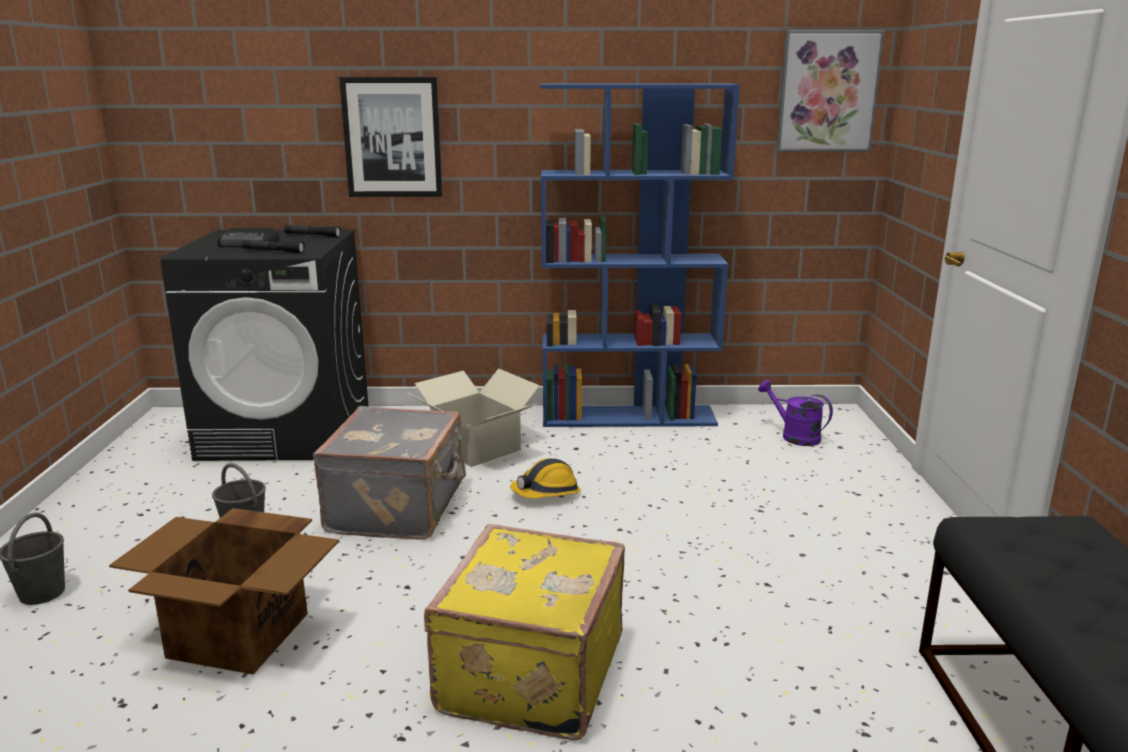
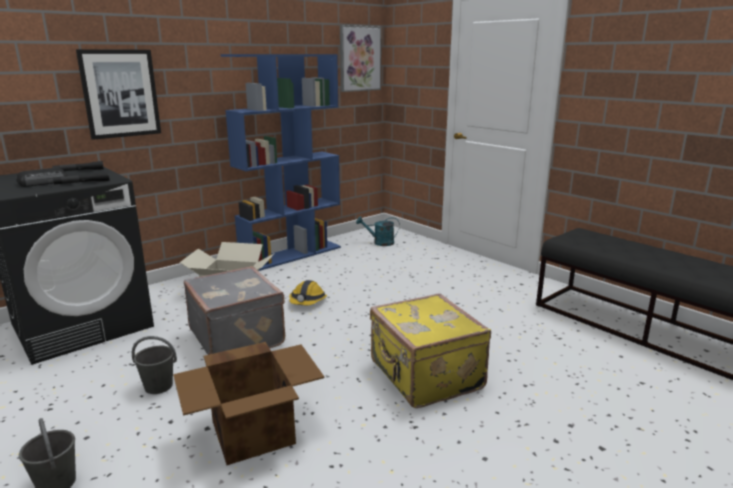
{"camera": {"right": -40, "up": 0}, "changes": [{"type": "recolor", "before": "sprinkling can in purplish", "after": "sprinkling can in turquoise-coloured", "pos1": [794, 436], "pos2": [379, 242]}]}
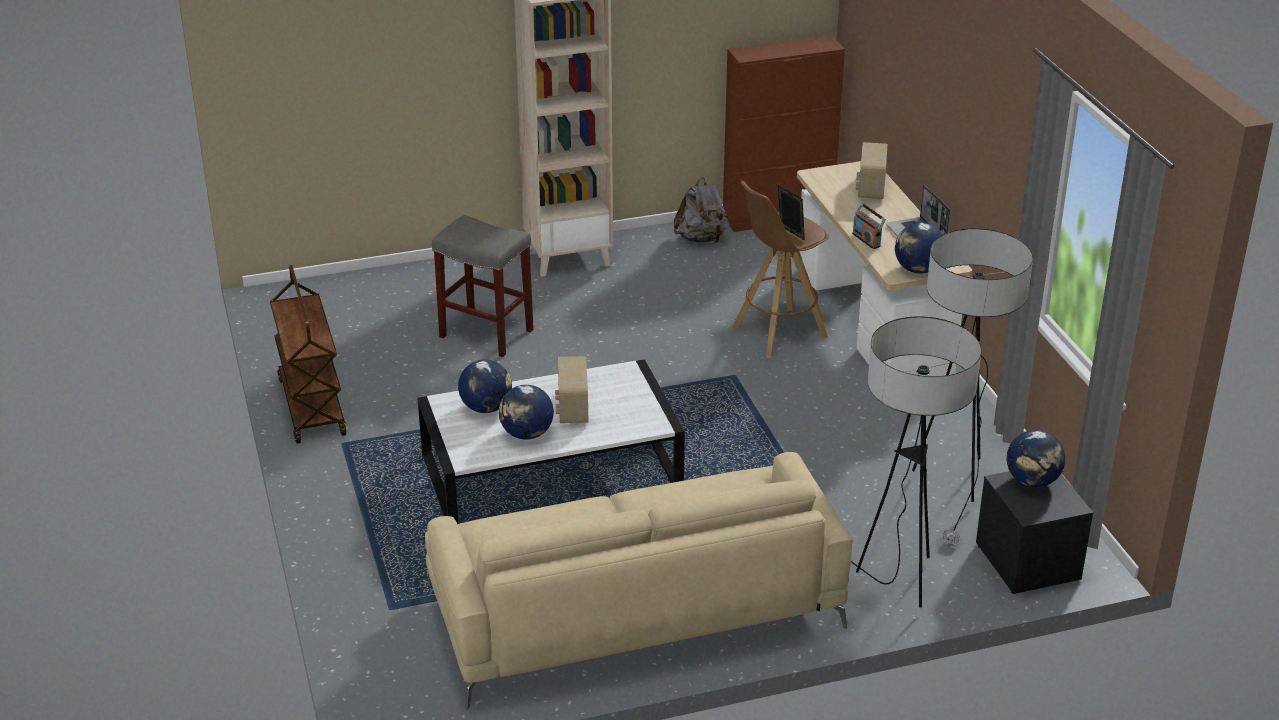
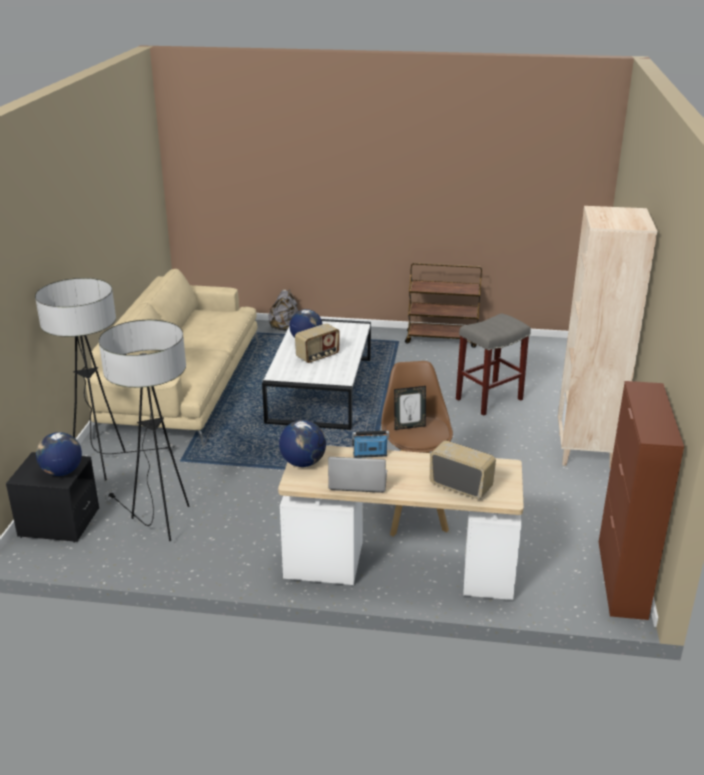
{"camera": {"right": 115, "up": -5}, "changes": [{"type": "delete", "before": "desk globe", "pos1": [486, 408]}, {"type": "move", "before": "knapsack in grey", "pos1": [701, 239], "pos2": [285, 329]}, {"type": "rotate", "before": "radio set", "pos1": [572, 409], "pos2": [318, 356], "turn": 120}]}
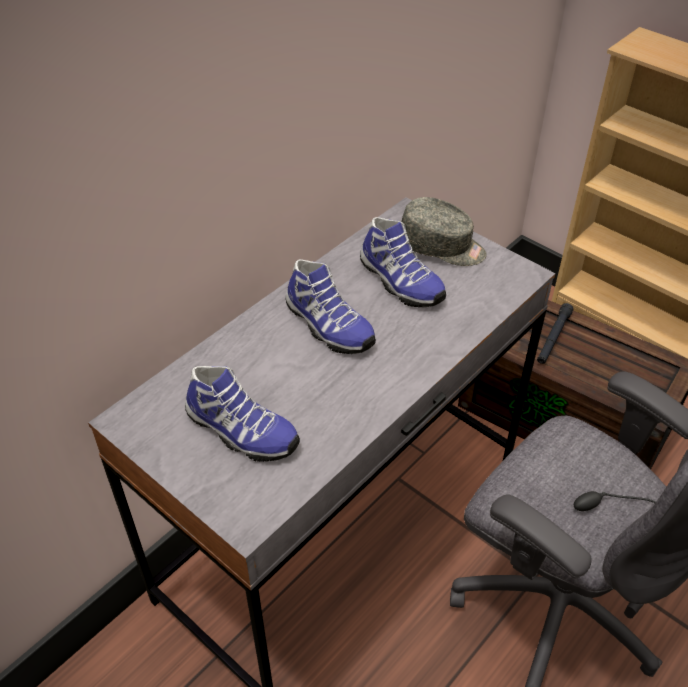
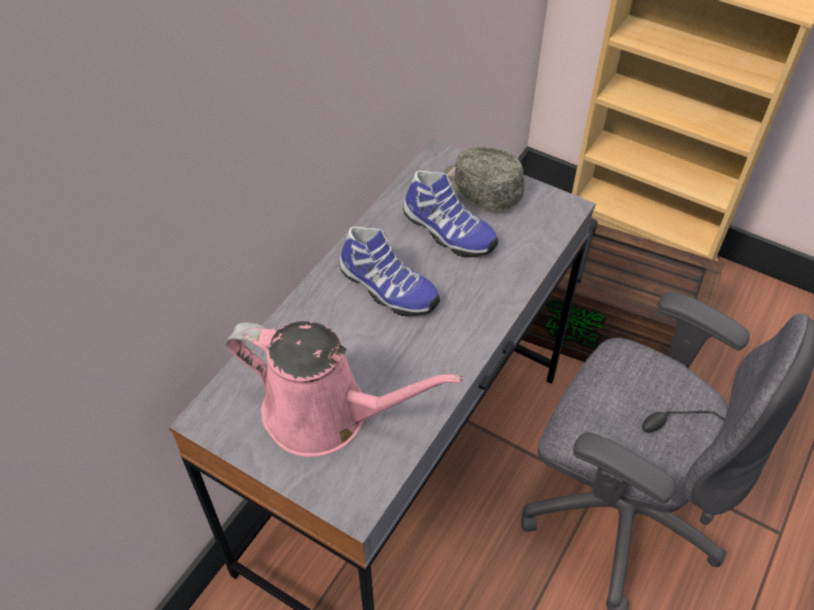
{"camera": {"right": -10, "up": 5}, "changes": [{"type": "replace", "before": "low shoe", "after": "sprinkling can in pink-coloured", "pos1": [239, 432], "pos2": [326, 414]}, {"type": "rotate", "before": "baseball cap in grey", "pos1": [442, 247], "pos2": [481, 189], "turn": -150}]}
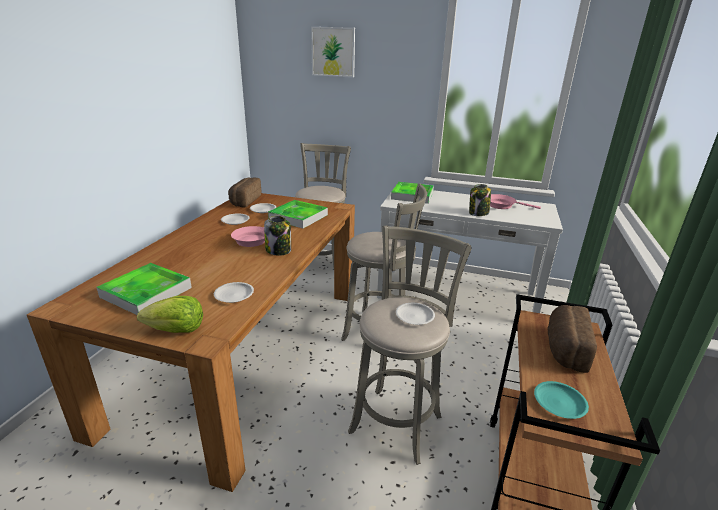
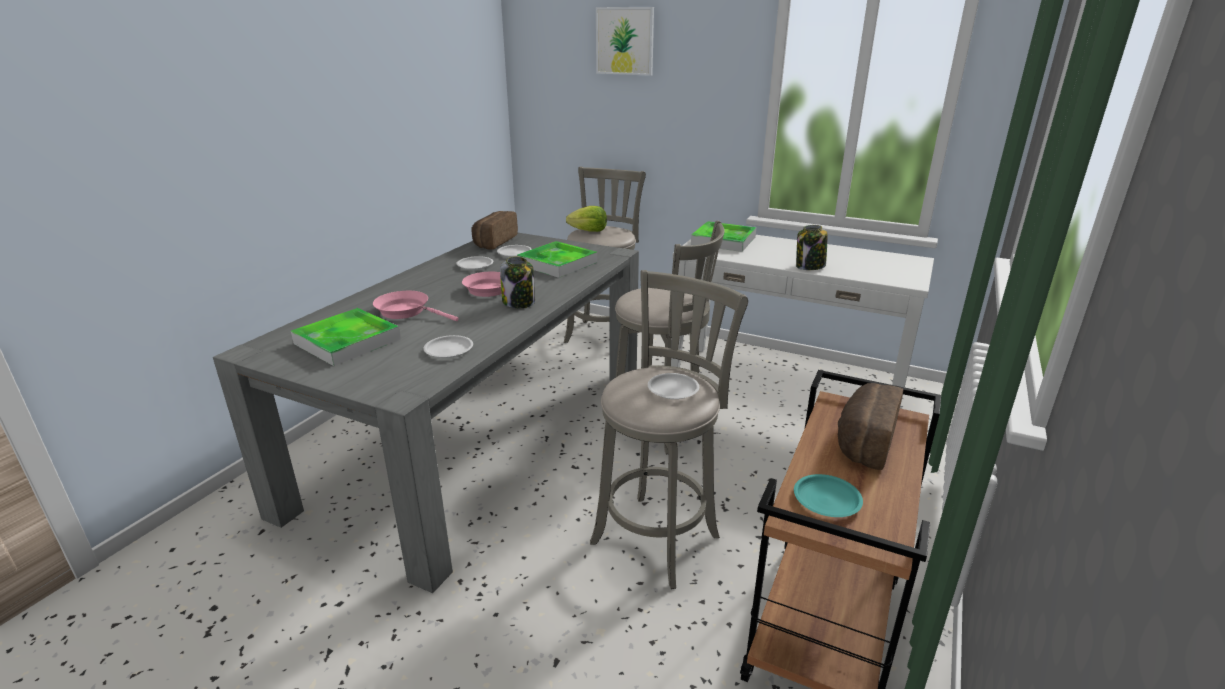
{"camera": {"right": 10, "up": 0}, "changes": [{"type": "move", "before": "lettuce head", "pos1": [176, 330], "pos2": [589, 231]}, {"type": "move", "before": "frying pan in pink-coloured", "pos1": [502, 205], "pos2": [407, 311]}, {"type": "recolor", "before": "dinner table in brown", "after": "dinner table in grey", "pos1": [245, 350], "pos2": [480, 436]}]}
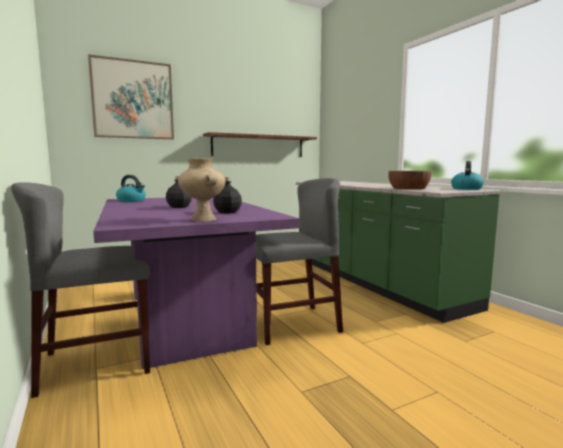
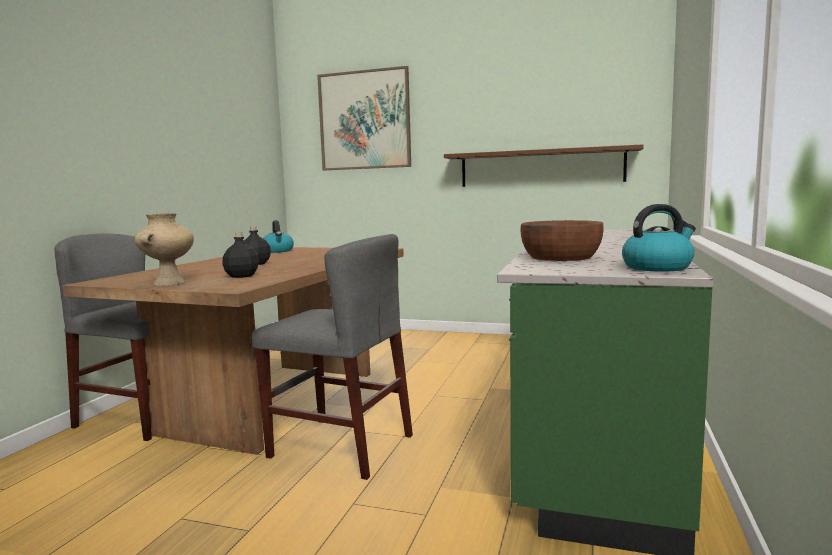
{"camera": {"right": 45, "up": 0}, "changes": [{"type": "recolor", "before": "dinner table in purplish", "after": "dinner table in brown", "pos1": [185, 318], "pos2": [274, 400]}]}
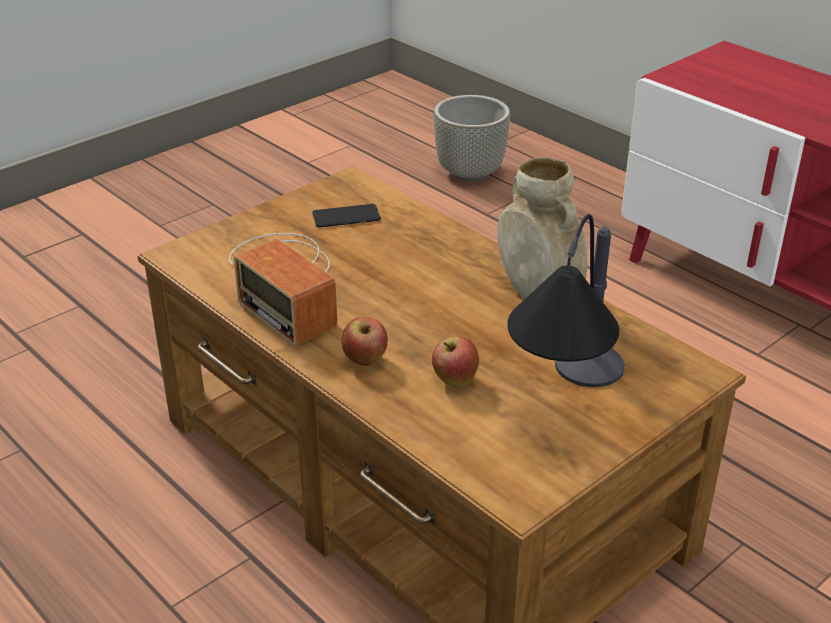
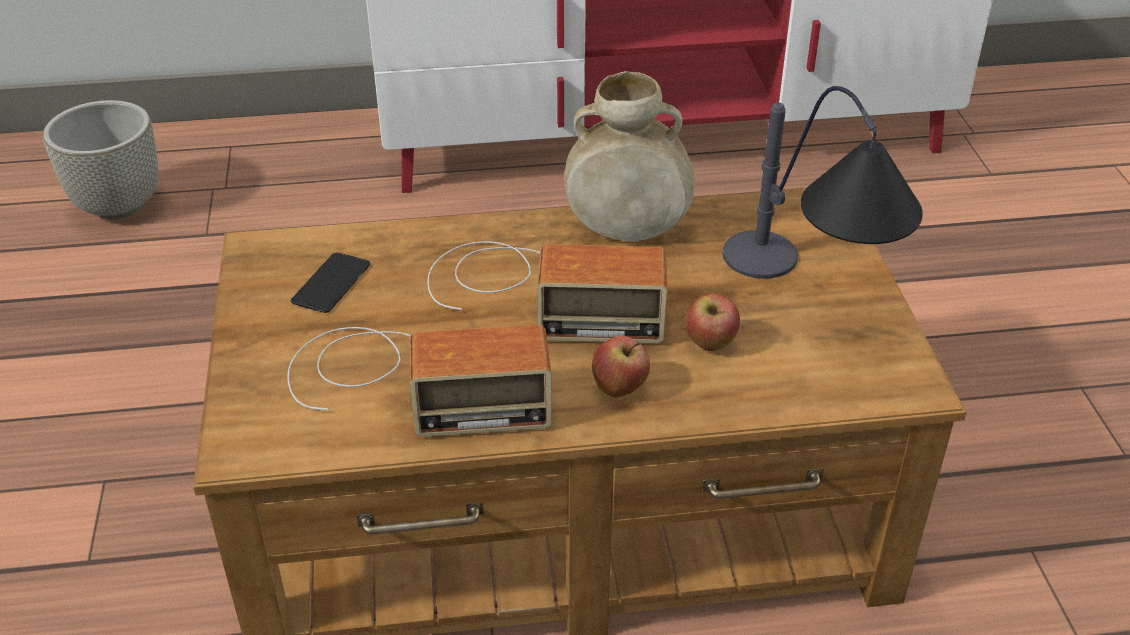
{"camera": {"right": -55, "up": 5}, "changes": [{"type": "insert", "after": "radio set", "pos2": [538, 293]}]}
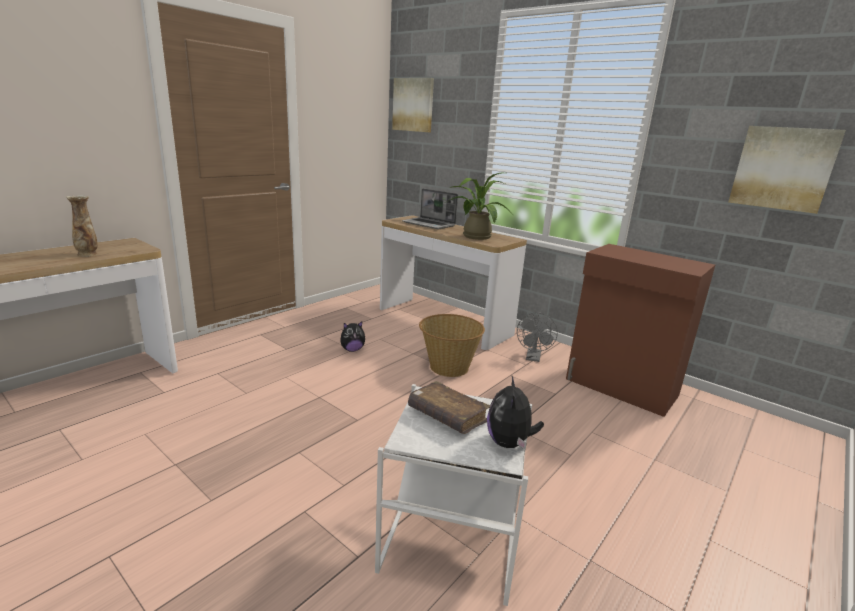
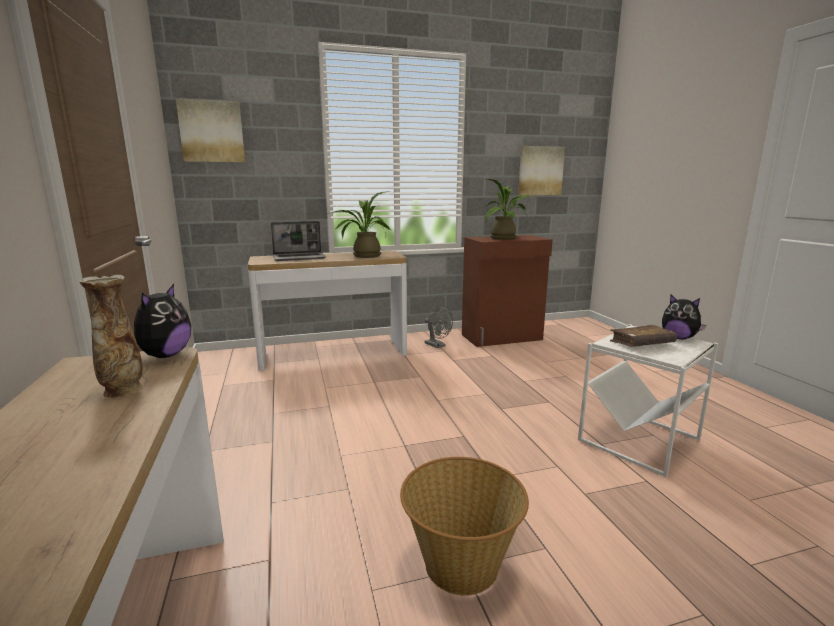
{"camera": {"right": -55, "up": -5}, "changes": [{"type": "insert", "after": "plant in a pot", "pos2": [506, 238]}, {"type": "move", "before": "cuddly toy", "pos1": [352, 350], "pos2": [164, 355]}, {"type": "move", "before": "household basket", "pos1": [448, 367], "pos2": [461, 565]}]}
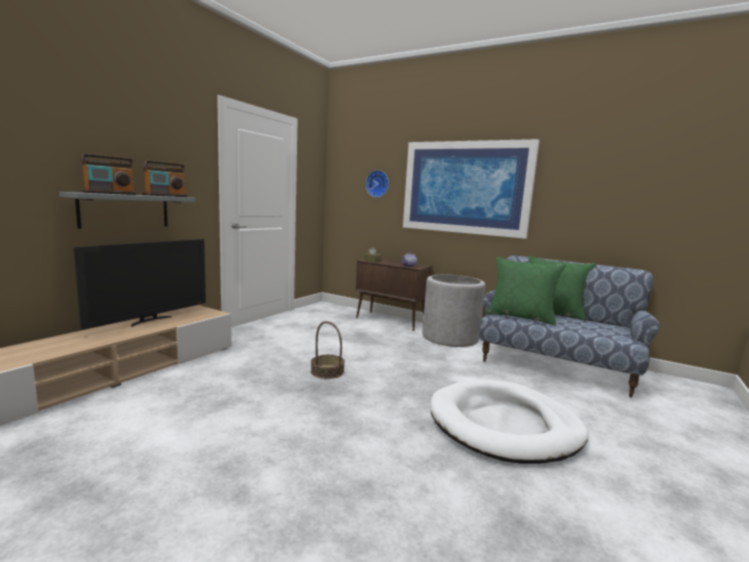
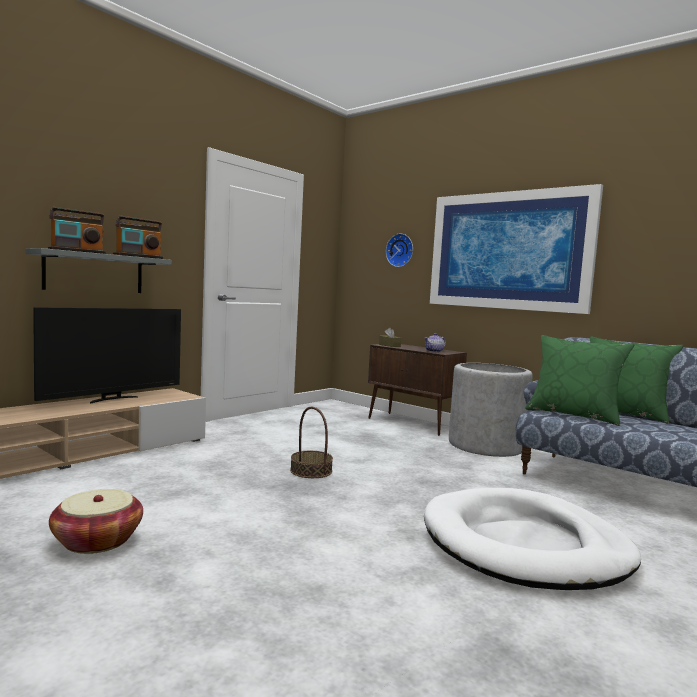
{"camera": {"right": 10, "up": -5}, "changes": [{"type": "insert", "after": "household basket", "pos2": [97, 540]}]}
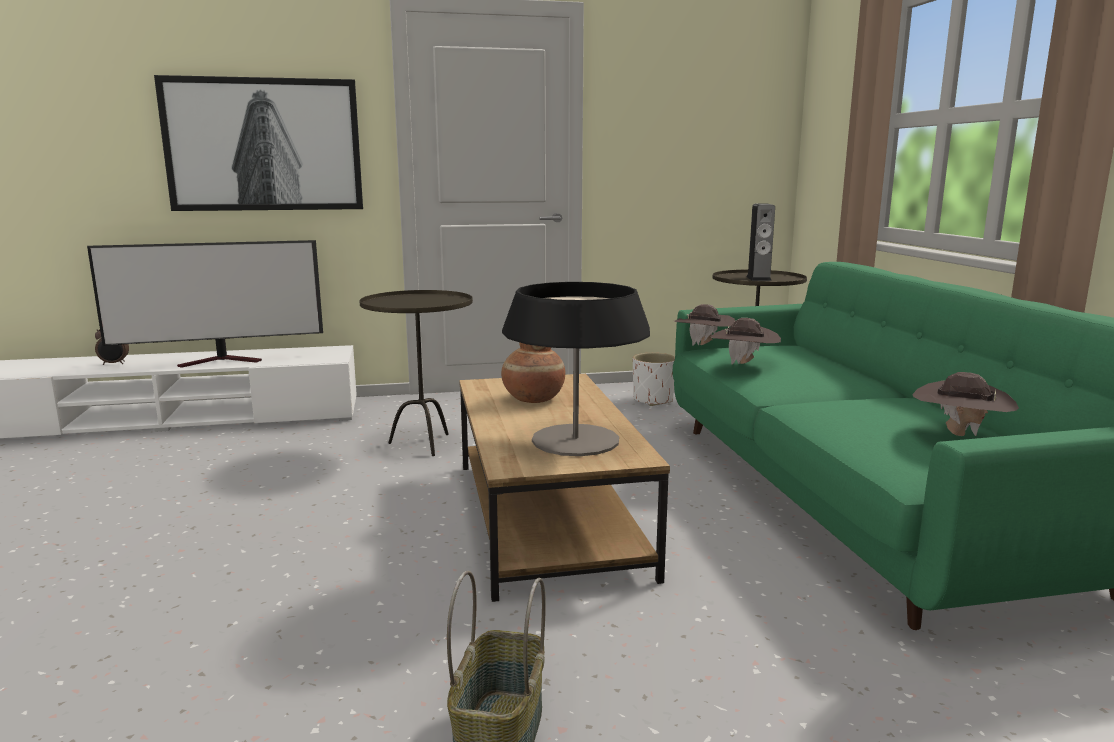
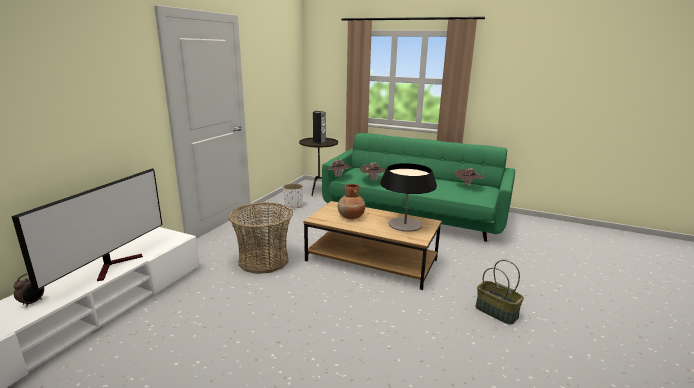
{"camera": {"right": -55, "up": 5}, "changes": [{"type": "delete", "before": "wall picture", "pos1": [263, 145]}, {"type": "replace", "before": "end table in brown", "after": "household basket", "pos1": [423, 444], "pos2": [263, 260]}]}
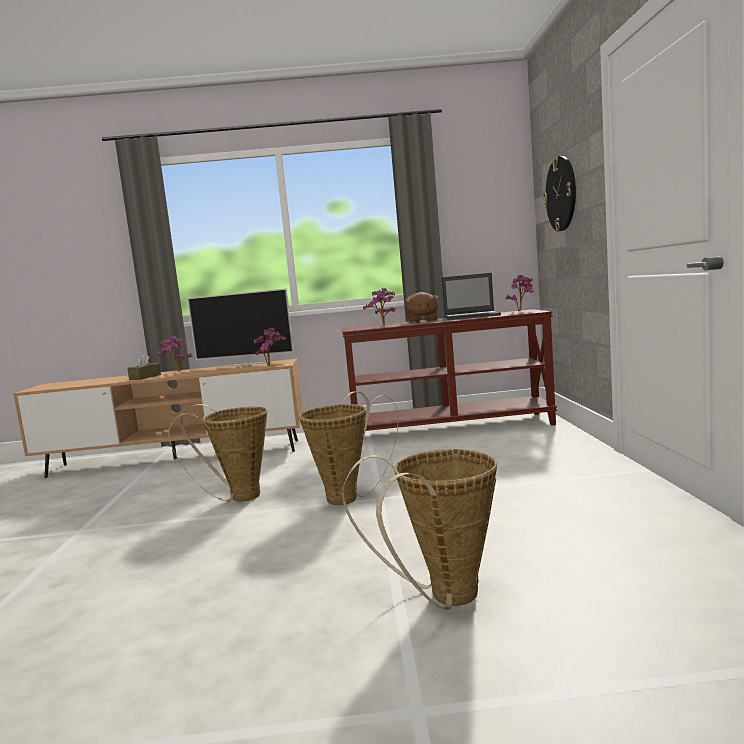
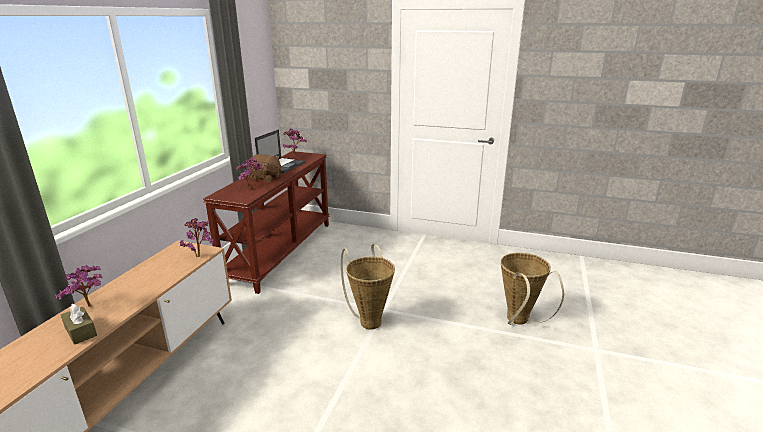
{"camera": {"right": -70, "up": 15}, "changes": [{"type": "delete", "before": "household basket", "pos1": [238, 497]}, {"type": "delete", "before": "television", "pos1": [247, 364]}, {"type": "delete", "before": "hanging clock", "pos1": [561, 194]}]}
